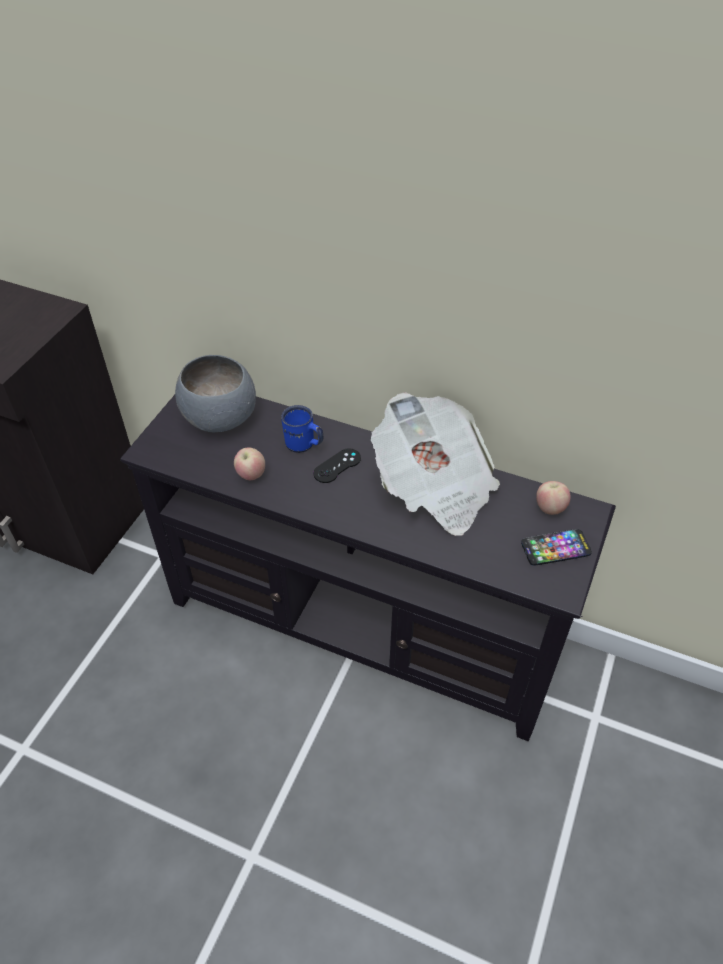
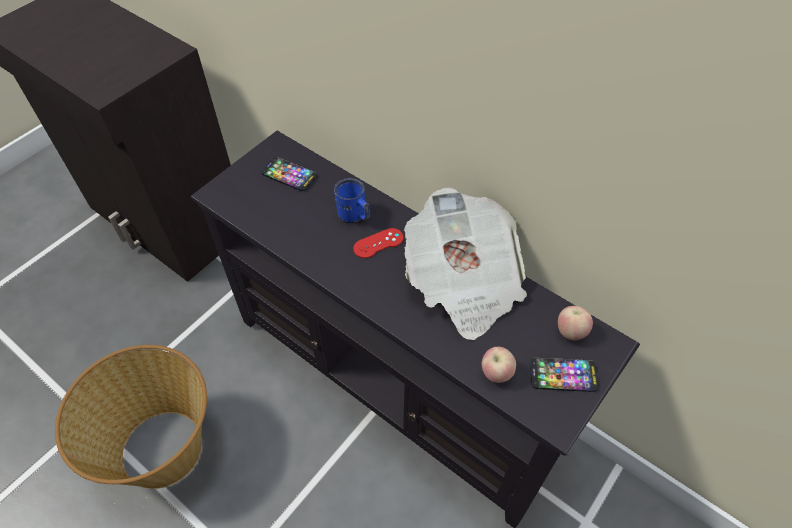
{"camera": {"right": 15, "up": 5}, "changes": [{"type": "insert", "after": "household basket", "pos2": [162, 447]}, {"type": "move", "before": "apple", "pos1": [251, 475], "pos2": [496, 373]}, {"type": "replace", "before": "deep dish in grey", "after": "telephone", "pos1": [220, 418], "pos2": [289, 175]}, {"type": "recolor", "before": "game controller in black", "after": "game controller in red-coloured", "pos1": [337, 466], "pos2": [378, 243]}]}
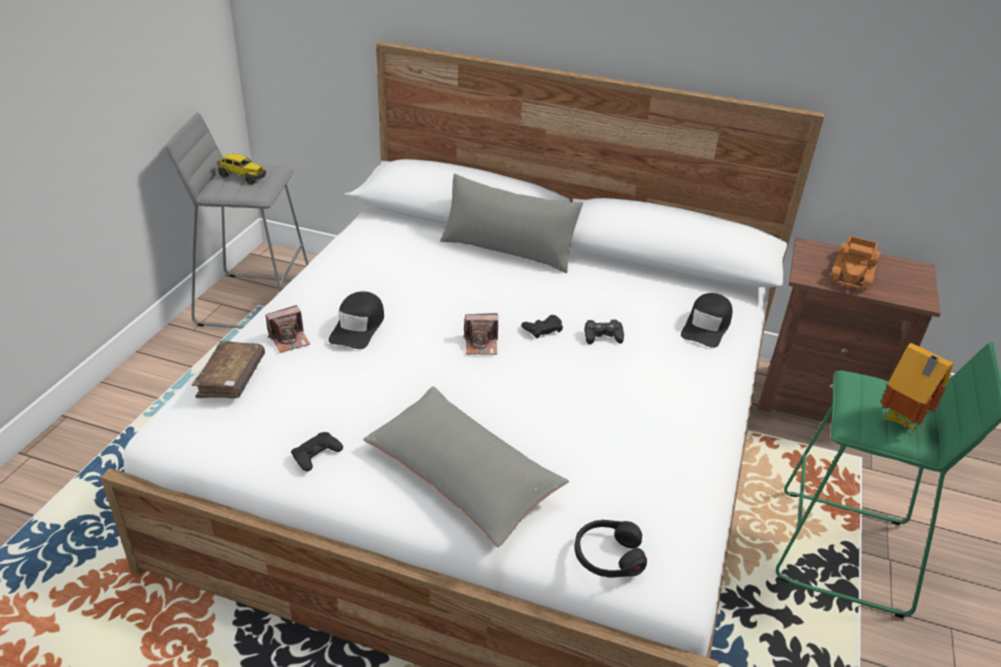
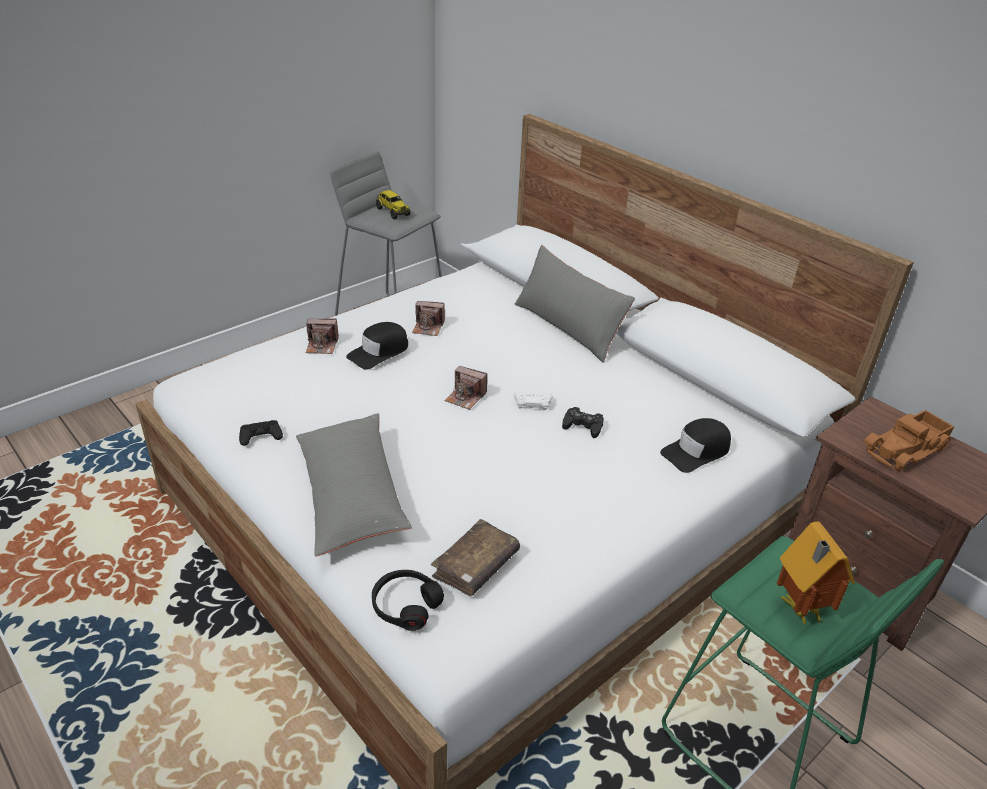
{"camera": {"right": 30, "up": 0}, "changes": [{"type": "insert", "after": "photo camera", "pos2": [428, 327]}, {"type": "move", "before": "bound book in brown", "pos1": [231, 378], "pos2": [476, 566]}, {"type": "recolor", "before": "game controller in black", "after": "game controller in white", "pos1": [542, 329], "pos2": [532, 402]}]}
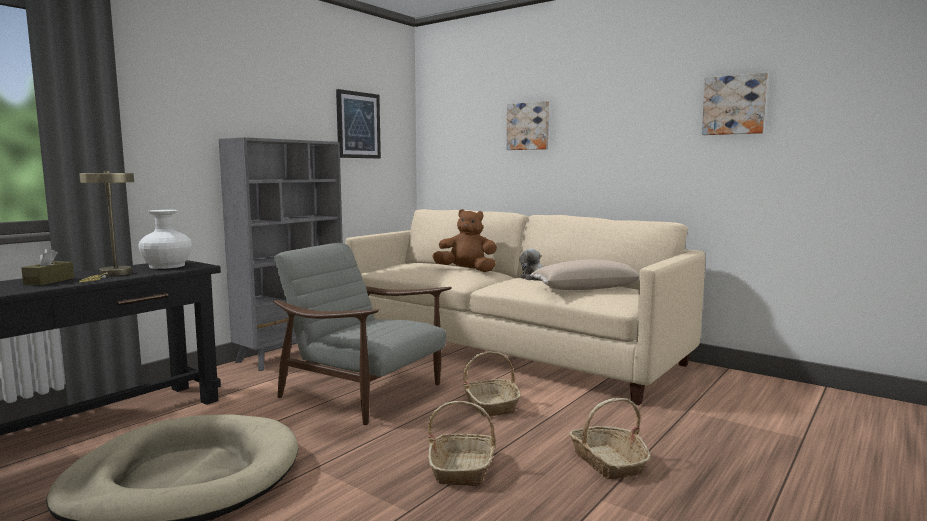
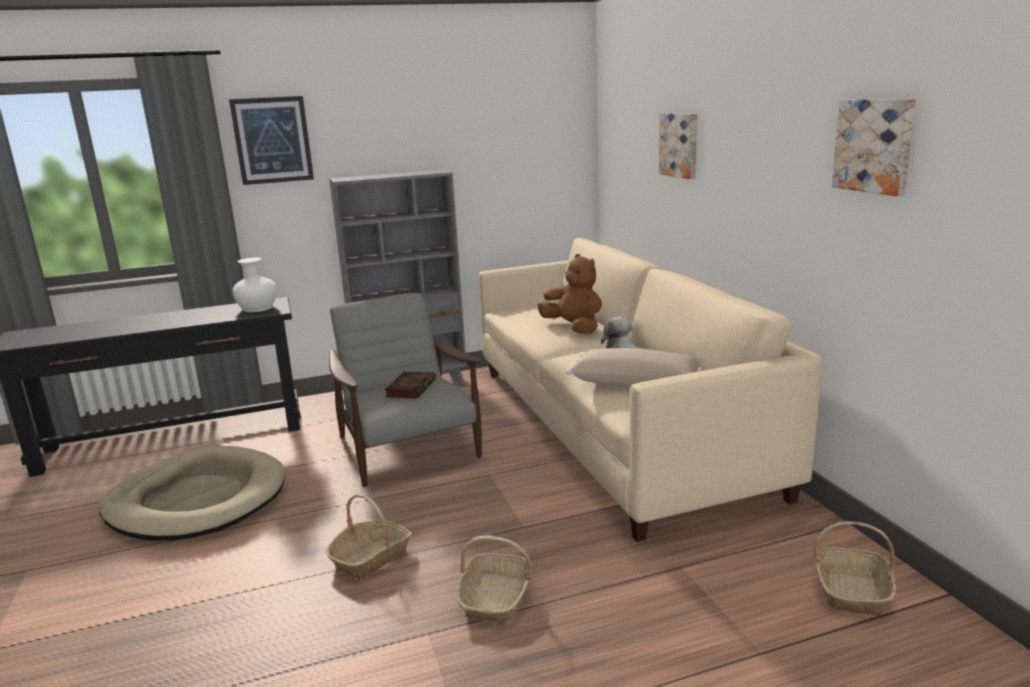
{"camera": {"right": 35, "up": 10}, "changes": [{"type": "delete", "before": "box of tissues in brown", "pos1": [49, 281]}, {"type": "delete", "before": "tabletop lamp in sand-coloured", "pos1": [112, 274]}, {"type": "insert", "after": "bound book", "pos2": [411, 388]}, {"type": "move", "before": "wall picture", "pos1": [358, 125], "pos2": [272, 140]}, {"type": "move", "before": "household basket", "pos1": [490, 405], "pos2": [852, 590]}]}
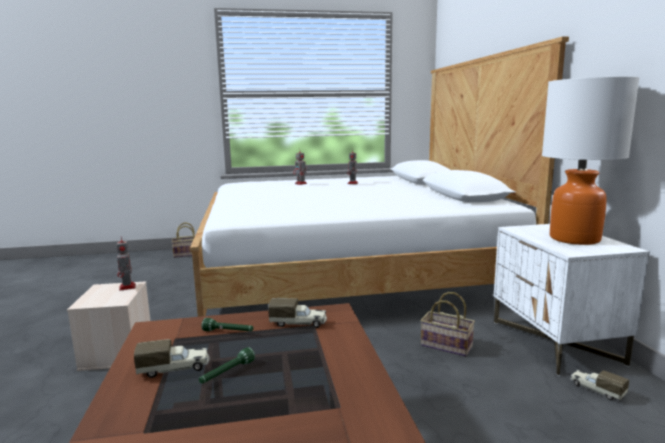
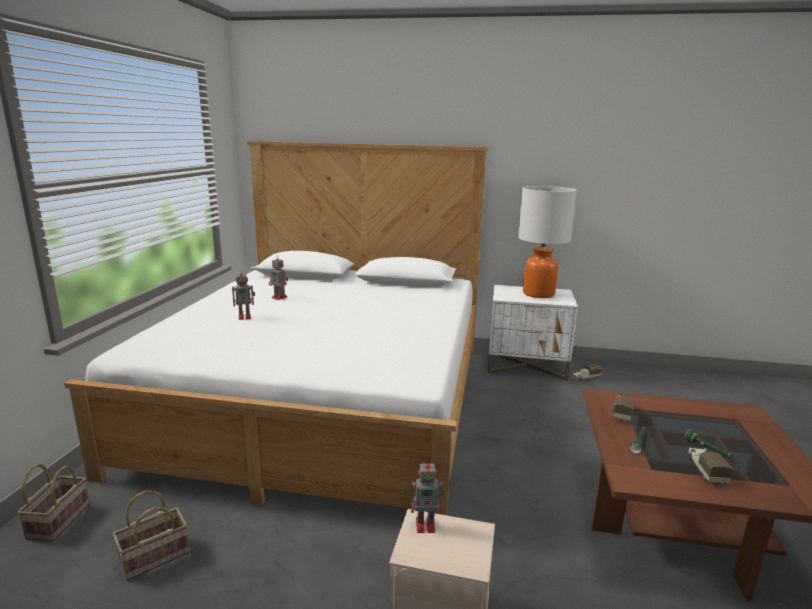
{"camera": {"right": -70, "up": 5}, "changes": [{"type": "move", "before": "household basket", "pos1": [444, 346], "pos2": [153, 558]}]}
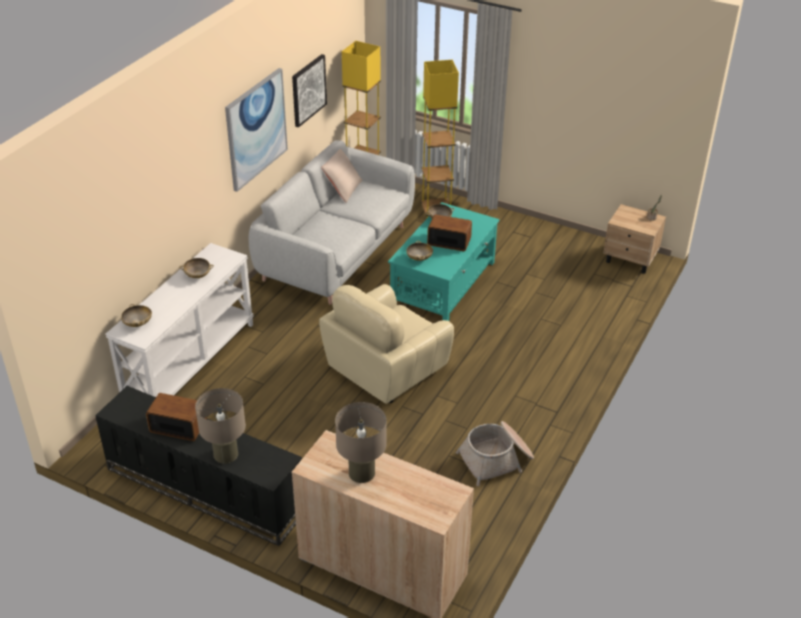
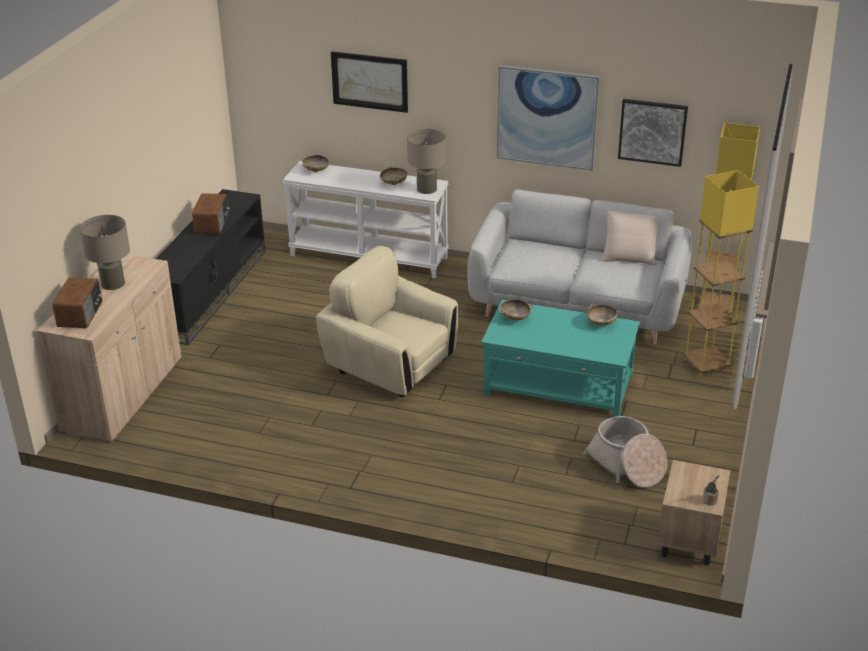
{"camera": {"right": 80, "up": -5}, "changes": [{"type": "insert", "after": "wall picture", "pos2": [370, 81]}, {"type": "move", "before": "tabletop lamp in sand-coloured", "pos1": [225, 454], "pos2": [427, 189]}, {"type": "move", "before": "radio set", "pos1": [449, 241], "pos2": [81, 314]}, {"type": "move", "before": "household basket", "pos1": [496, 460], "pos2": [626, 464]}]}
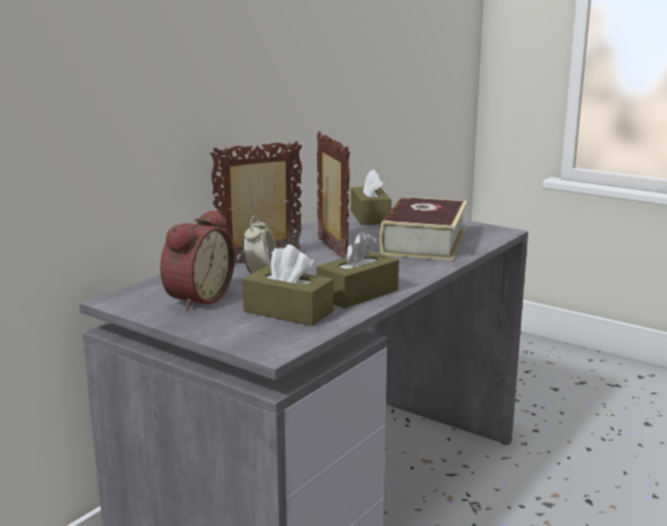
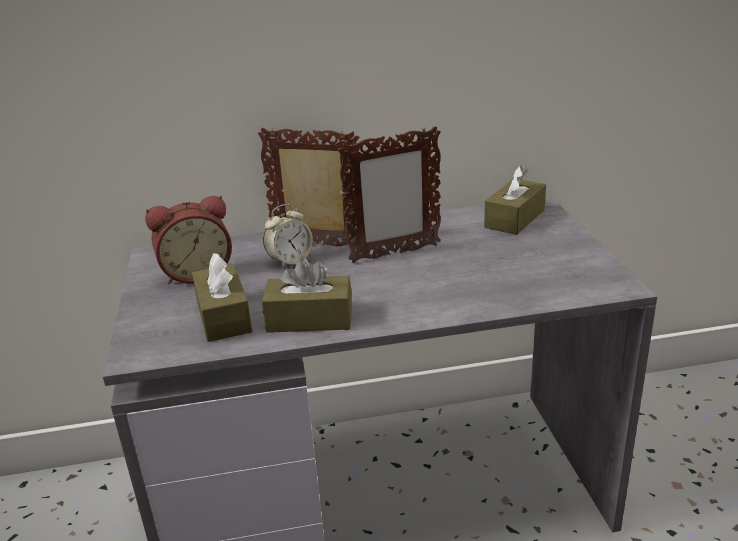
{"camera": {"right": 45, "up": 10}, "changes": [{"type": "delete", "before": "bound book", "pos1": [424, 242]}, {"type": "rotate", "before": "standing frame", "pos1": [331, 250], "pos2": [394, 254], "turn": 45}]}
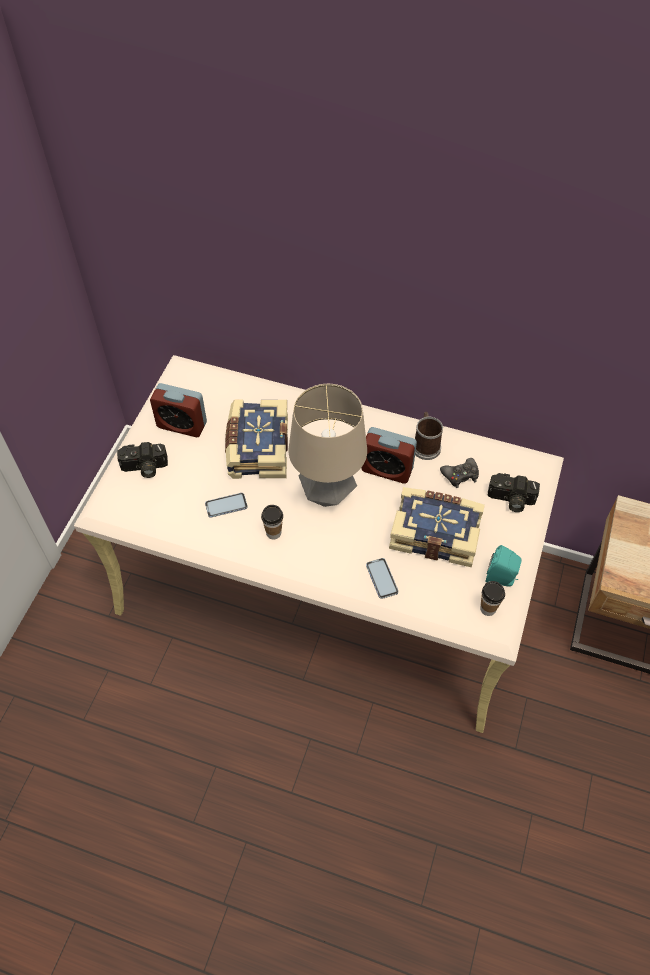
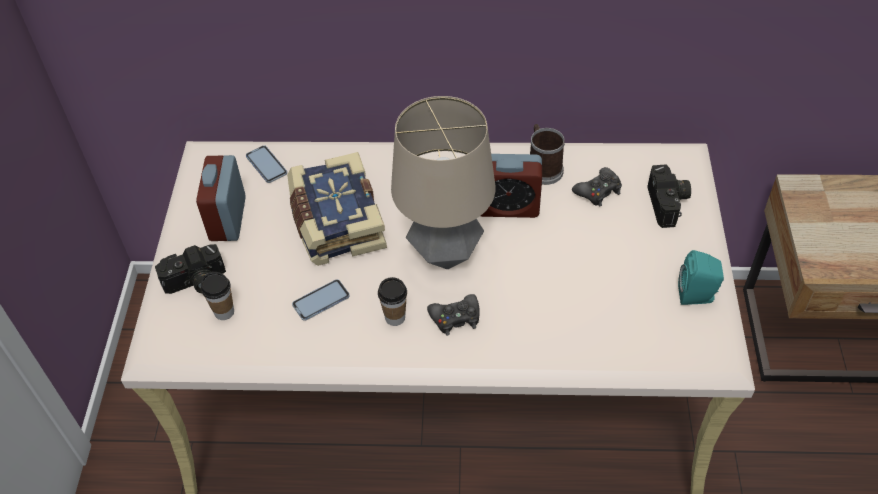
{"camera": {"right": -15, "up": -5}, "changes": [{"type": "delete", "before": "bound book", "pos1": [435, 532]}, {"type": "insert", "after": "game controller in black", "pos2": [455, 318]}, {"type": "move", "before": "telephone", "pos1": [382, 578], "pos2": [266, 165]}, {"type": "move", "before": "small cup", "pos1": [488, 608], "pos2": [224, 312]}, {"type": "rotate", "before": "bedside clock", "pos1": [182, 425], "pos2": [228, 219], "turn": 90}, {"type": "rotate", "before": "photo camera", "pos1": [510, 500], "pos2": [669, 204], "turn": -90}]}
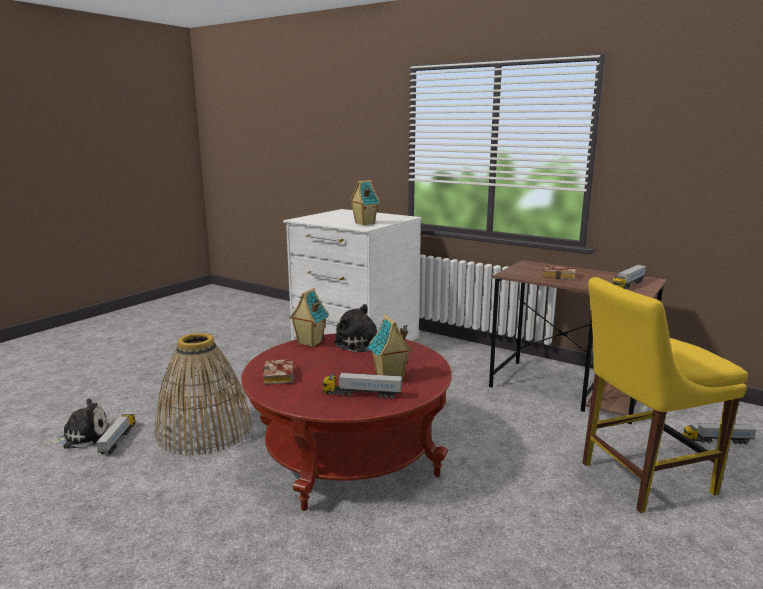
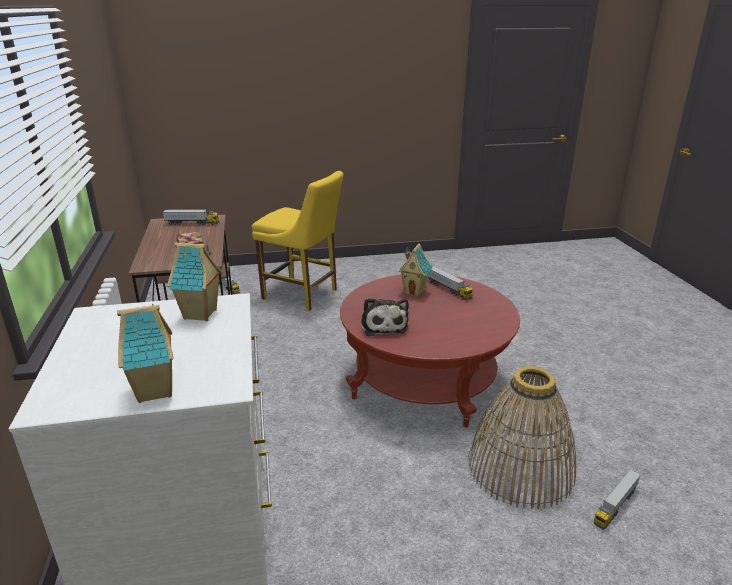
{"camera": {"right": -135, "up": 10}, "changes": [{"type": "delete", "before": "cuddly toy", "pos1": [83, 437]}, {"type": "delete", "before": "bound book", "pos1": [280, 377]}, {"type": "move", "before": "model house", "pos1": [309, 343], "pos2": [156, 391]}]}
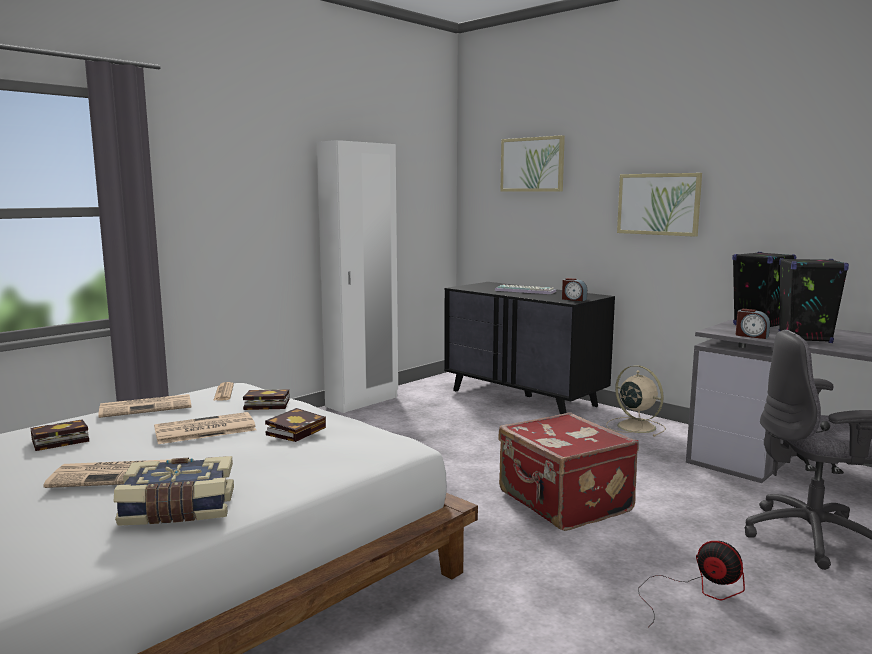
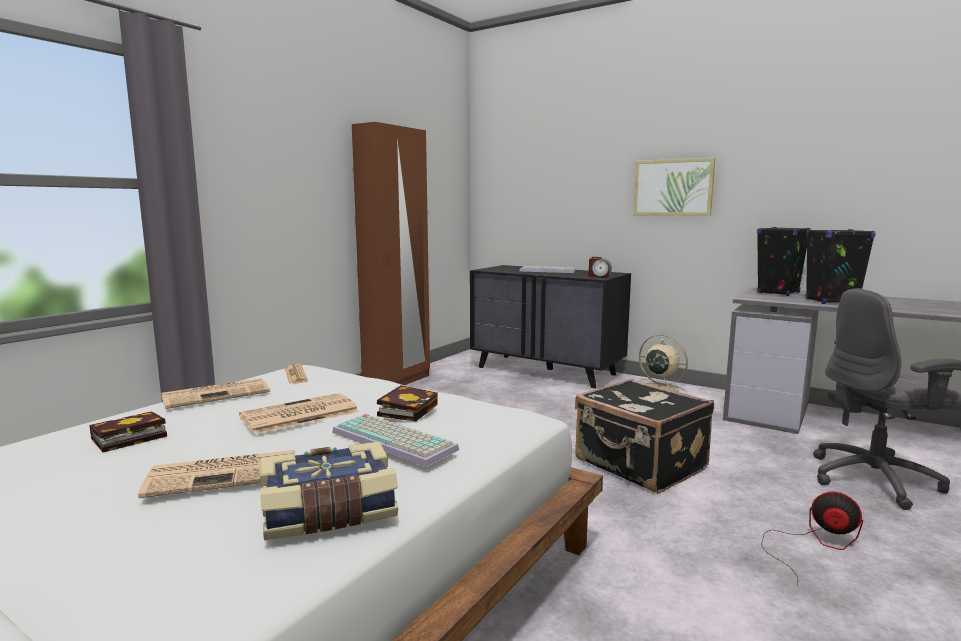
{"camera": {"right": -10, "up": 0}, "changes": [{"type": "delete", "before": "bound book", "pos1": [264, 404]}, {"type": "delete", "before": "wall picture", "pos1": [532, 164]}, {"type": "delete", "before": "bedside clock", "pos1": [751, 336]}, {"type": "insert", "after": "computer keyboard", "pos2": [396, 440]}, {"type": "recolor", "before": "clothes cupboard in white", "after": "clothes cupboard in brown", "pos1": [362, 402], "pos2": [397, 382]}, {"type": "recolor", "before": "travel case in red-coloured", "after": "travel case in black", "pos1": [563, 502], "pos2": [639, 465]}]}
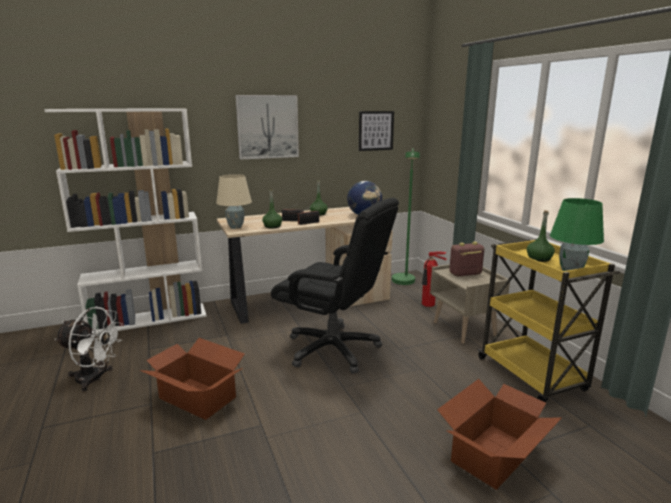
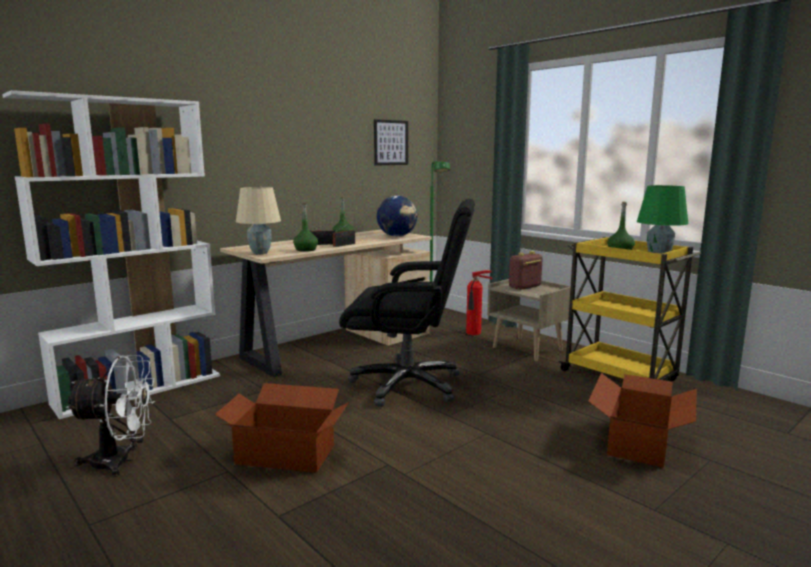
{"camera": {"right": -20, "up": -5}, "changes": [{"type": "delete", "before": "wall picture", "pos1": [267, 127]}]}
